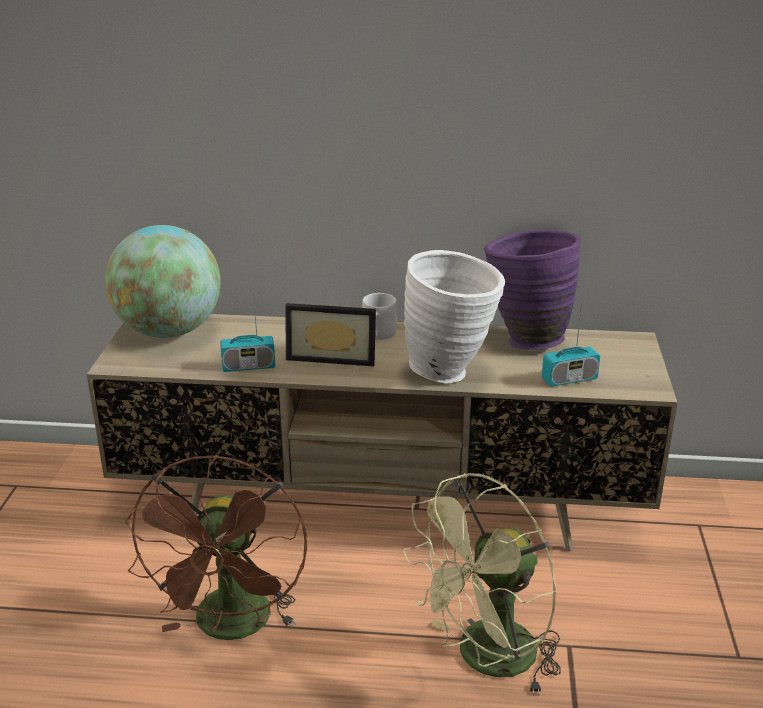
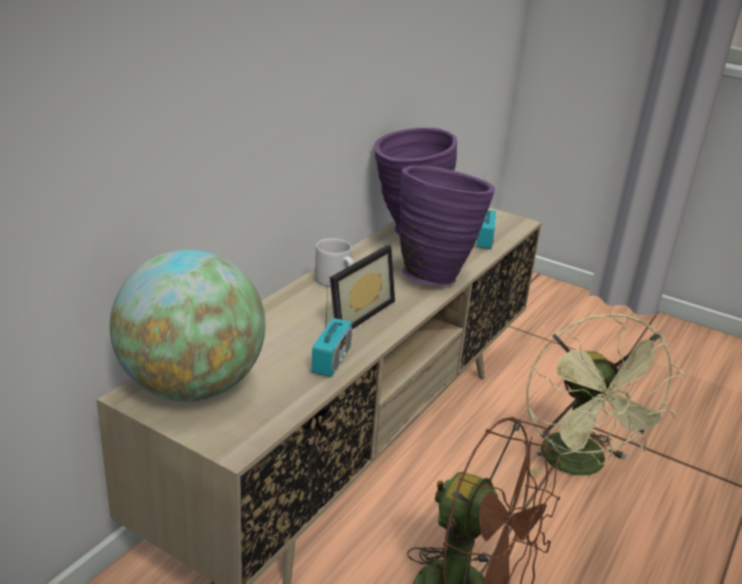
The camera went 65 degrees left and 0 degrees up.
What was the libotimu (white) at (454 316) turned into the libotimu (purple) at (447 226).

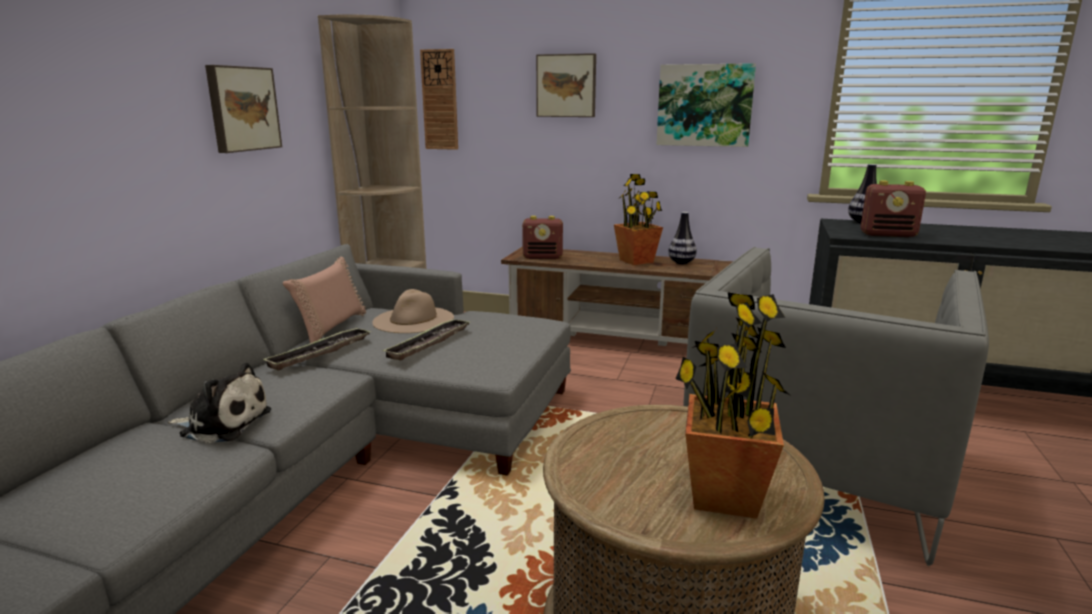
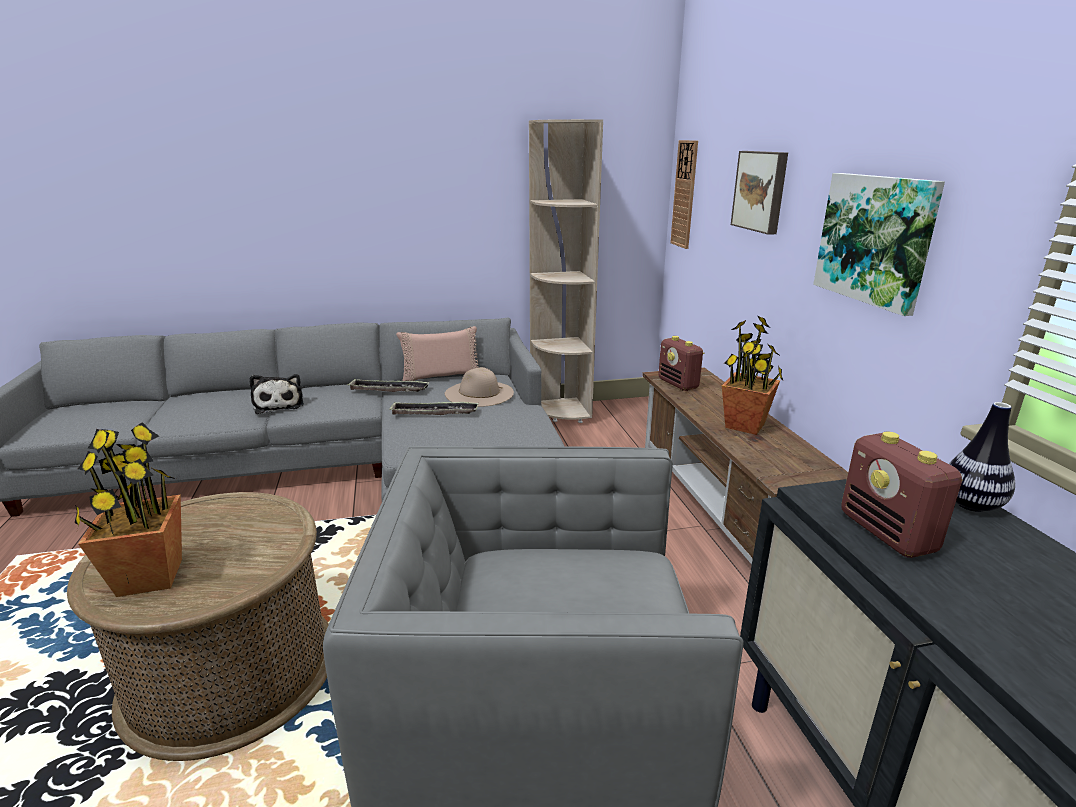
The camera went 60 degrees right and 5 degrees up.
The second view lost the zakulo at (243 109).
The second view lost the libotimu at (682 238).

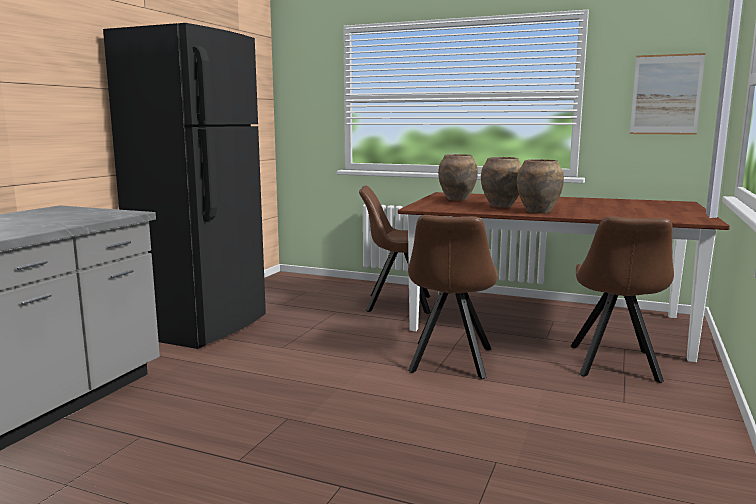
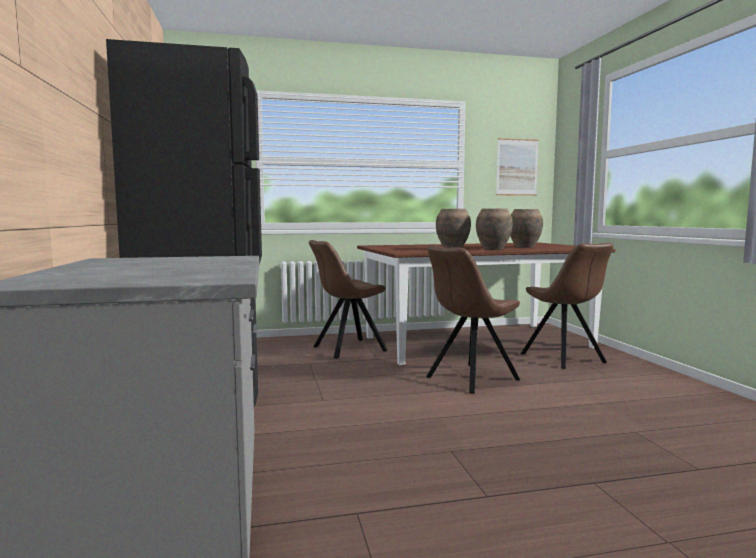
The camera went 35 degrees left and 5 degrees down.
The libotimu (brown) ended up elsewhere, having gone from (458 177) to (526 228).
The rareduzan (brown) at (453 297) ended up facing another way, 75 degrees clockwise from before.

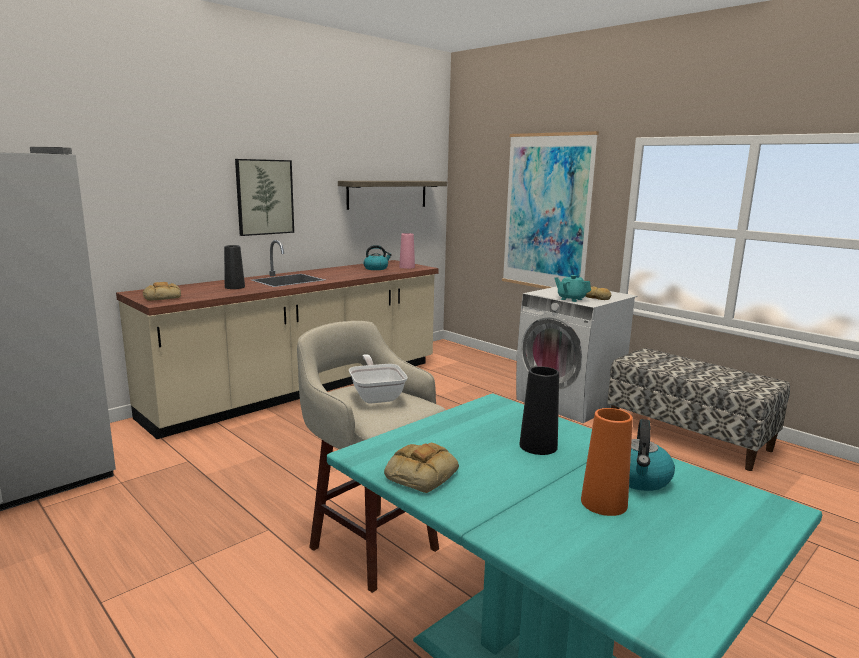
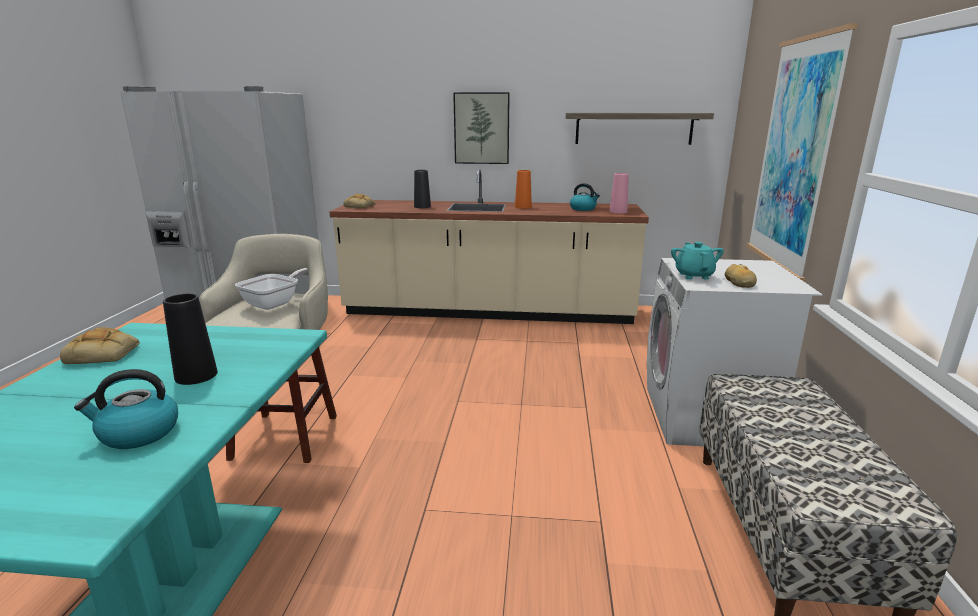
The camera went 50 degrees right and 5 degrees up.
The libotimu (orange) ended up elsewhere, having gone from (607 462) to (523 189).

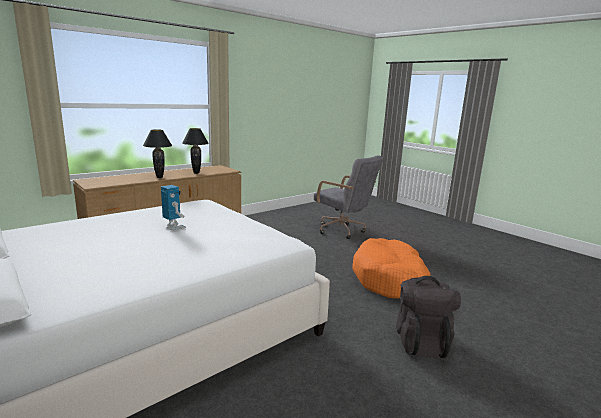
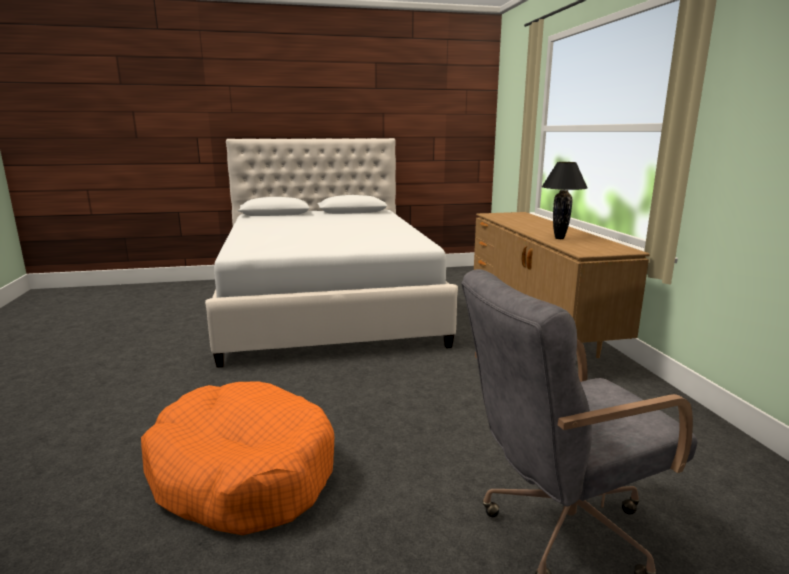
The camera went 120 degrees right and 0 degrees up.
The second view lost the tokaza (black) at (157 153).
The second view lost the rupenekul at (173 207).
The second view lost the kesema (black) at (428 317).

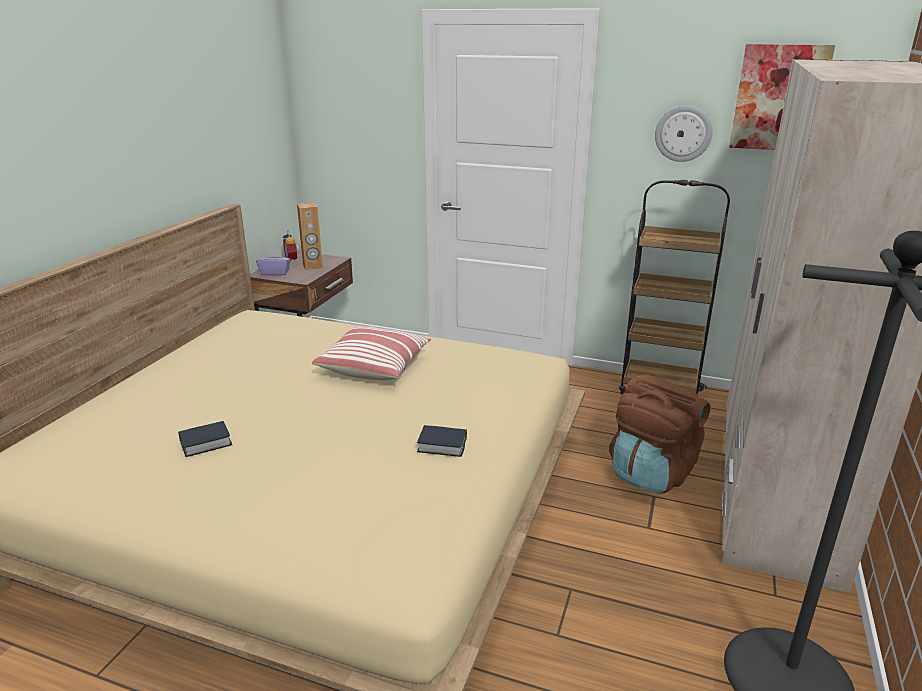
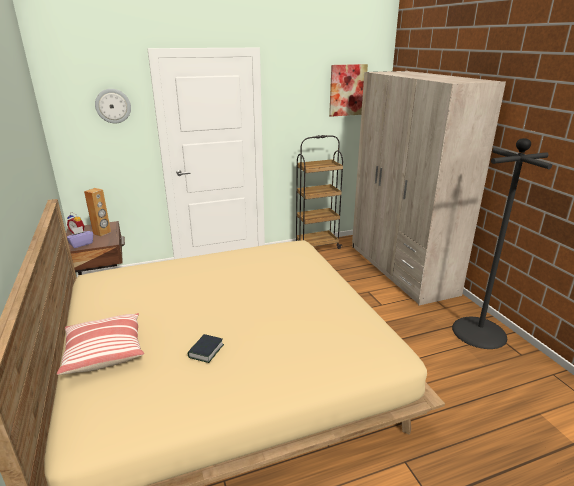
The camera went 40 degrees left and 0 degrees up.
The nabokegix ended up elsewhere, having gone from (684 133) to (113 106).
The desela ended up elsewhere, having gone from (371 353) to (100 344).
The second view lost the kesema (brown) at (659 434).
The second view lost the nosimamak at (442 441).

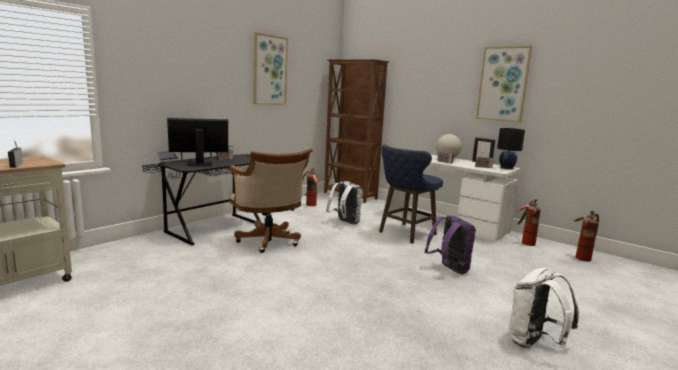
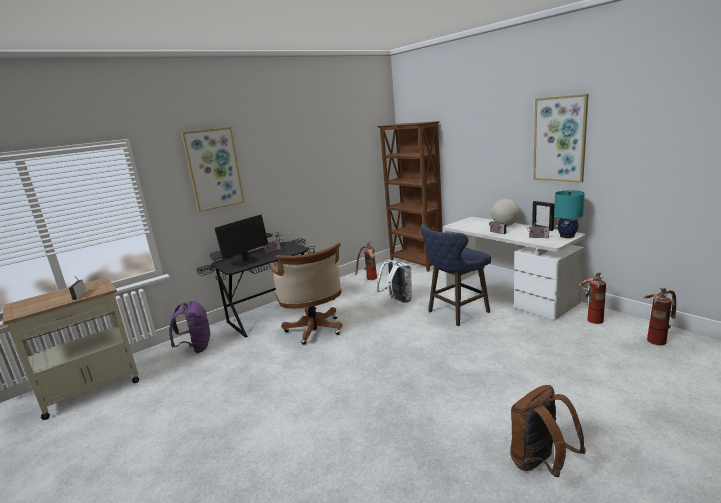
The camera went 15 degrees right and 5 degrees up.
The zakulo ended up elsewhere, having gone from (270 68) to (212 169).
The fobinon at (197 142) ended up facing another way, 135 degrees clockwise from before.
What was the tokaza (black) at (511 148) turned into the tokaza (turquoise) at (569 214).
The kesema (purple) ended up elsewhere, having gone from (450 244) to (189 327).
What was the kesema (white) at (544 308) turned into the kesema (brown) at (548 431).

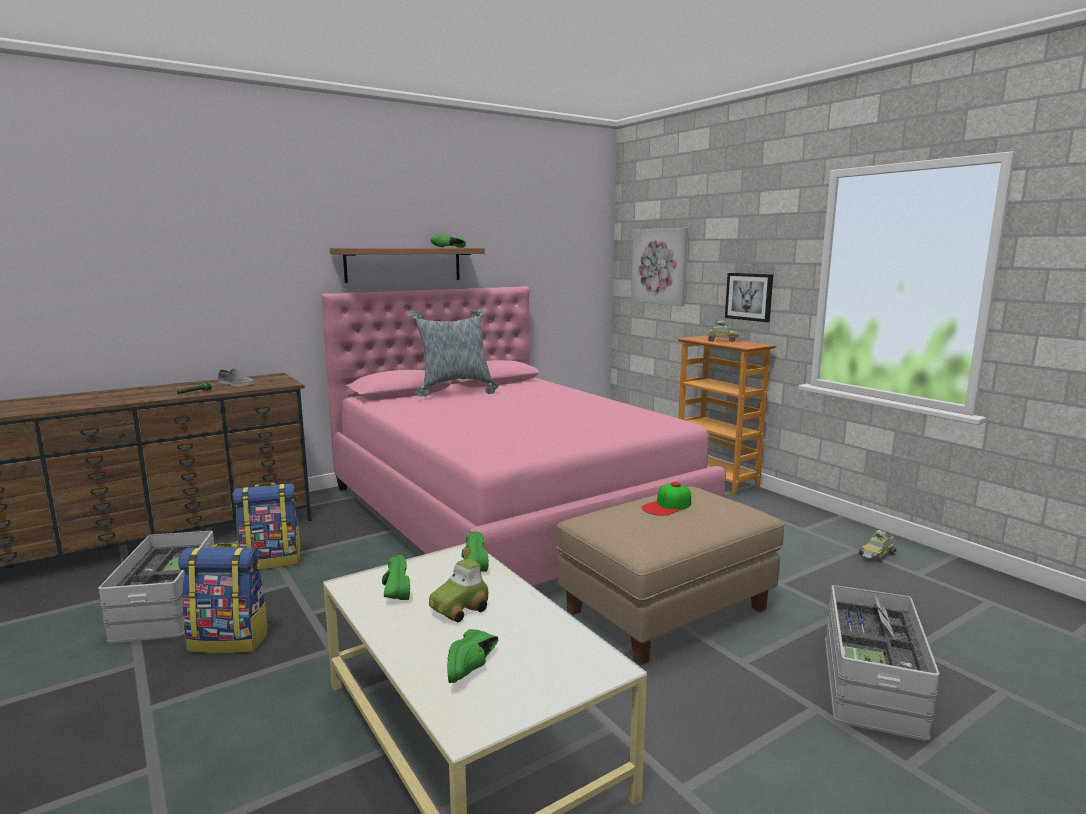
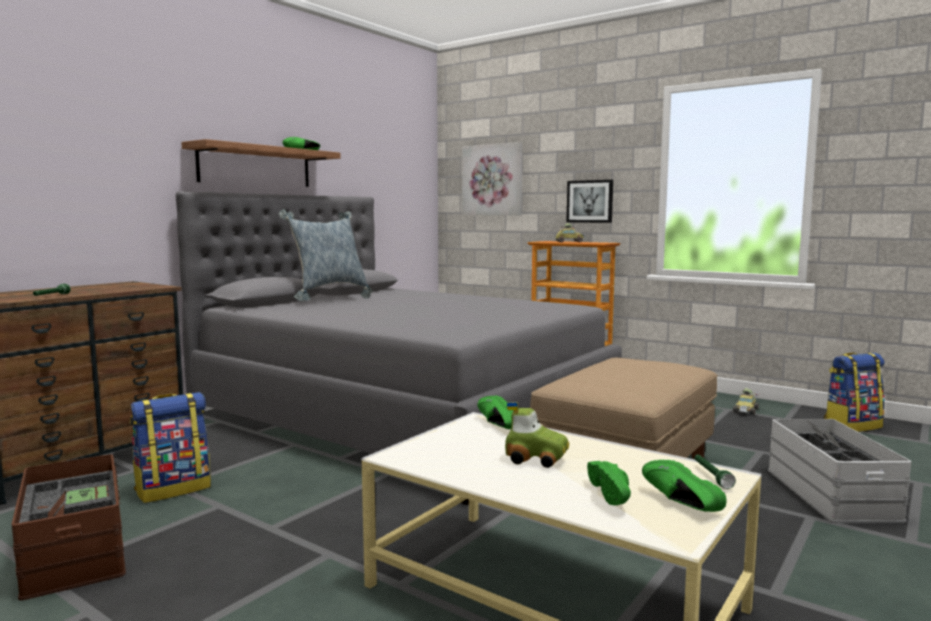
The camera went 20 degrees left and 5 degrees down.
What was the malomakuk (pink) at (524 436) turned into the malomakuk (grey) at (399 348).
The second view lost the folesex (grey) at (236 377).
The second view lost the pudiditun at (666 499).
What was the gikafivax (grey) at (156 587) turned into the gikafivax (brown) at (69 527).
The kesema ended up elsewhere, having gone from (223 598) to (854 392).
The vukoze at (458 584) ended up facing another way, 90 degrees counterclockwise from before.
The folesex (green) ended up elsewhere, having gone from (396 577) to (684 486).
The second view gained the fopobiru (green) at (715 472).

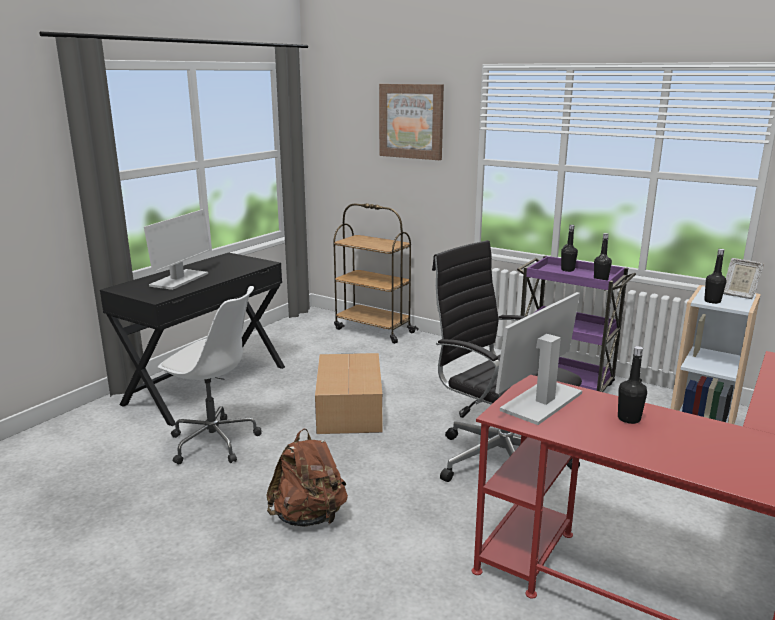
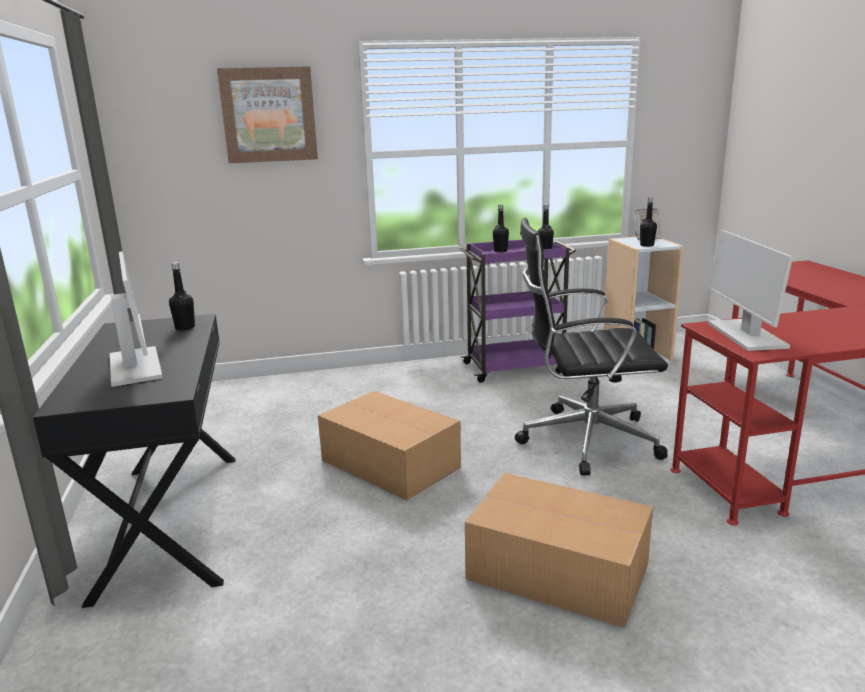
The camera went 45 degrees left and 0 degrees up.
The second view lost the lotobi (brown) at (376 273).
The second view lost the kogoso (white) at (210 375).
The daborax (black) ended up elsewhere, having gone from (632 385) to (182 296).
Where the kesema (brown) stood at (307 478), the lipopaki came to stand at (559 550).

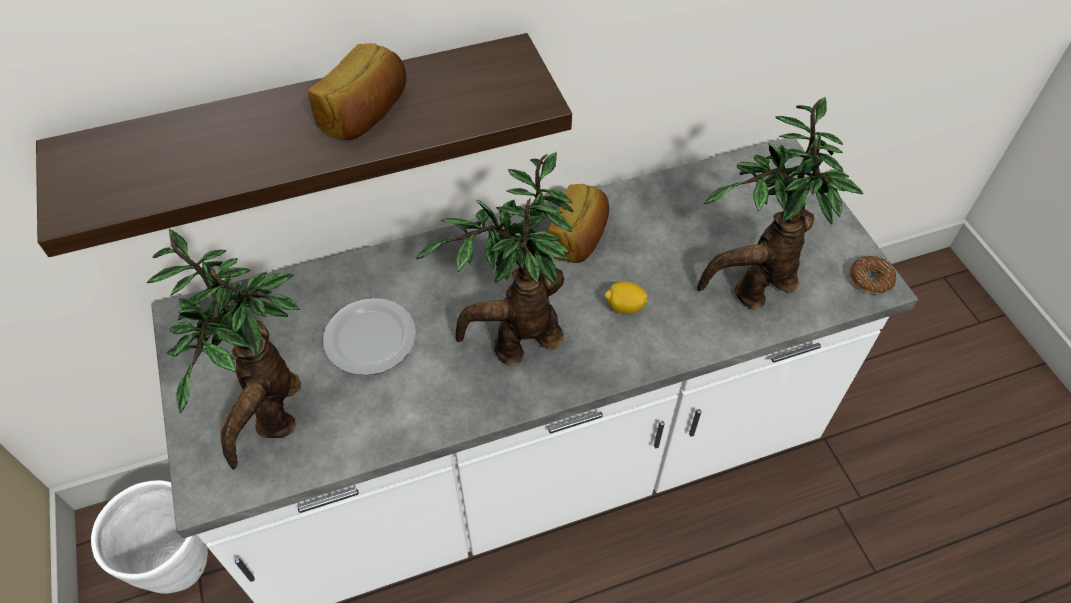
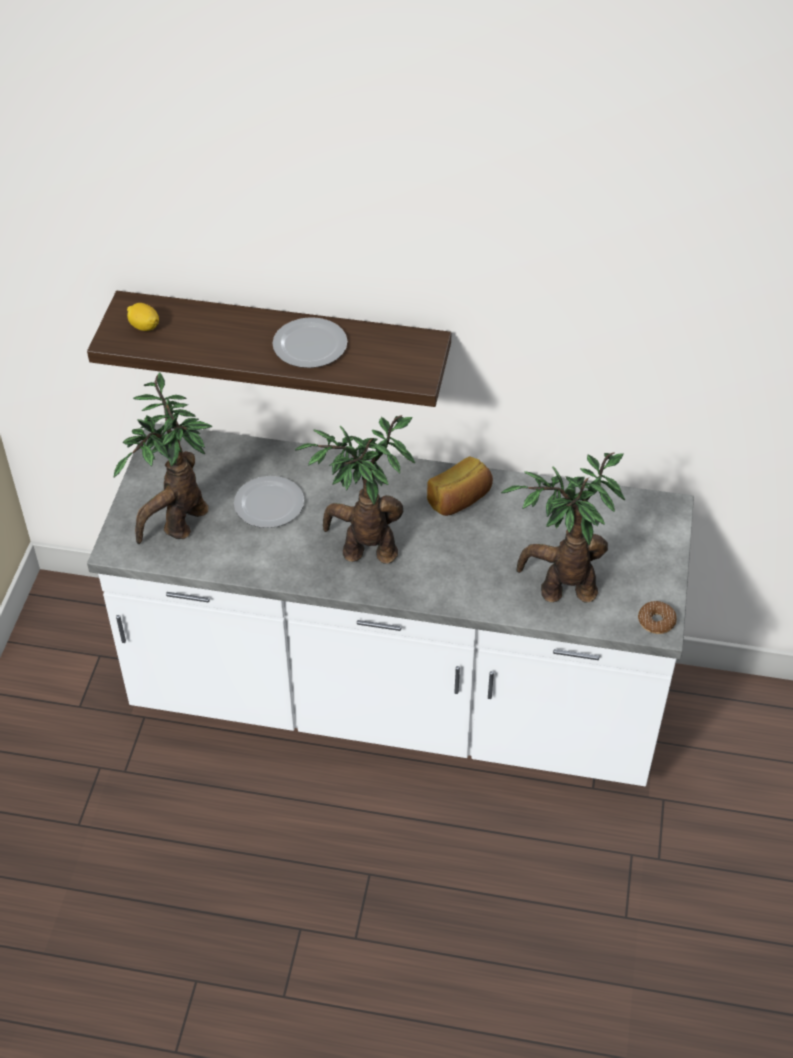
The camera went 30 degrees right and 5 degrees down.
Where the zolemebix stood at (357 91), the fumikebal came to stand at (310 342).
The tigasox ended up elsewhere, having gone from (626 298) to (143 317).
The second view lost the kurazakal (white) at (149 537).

